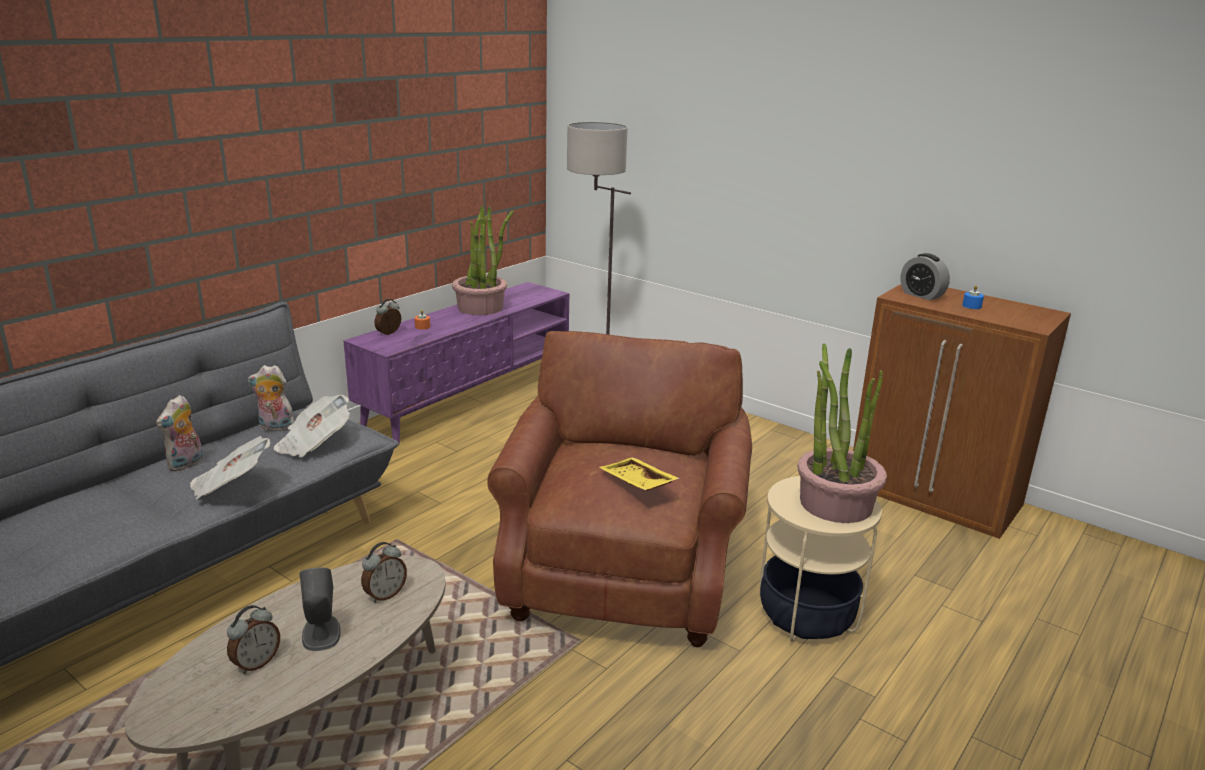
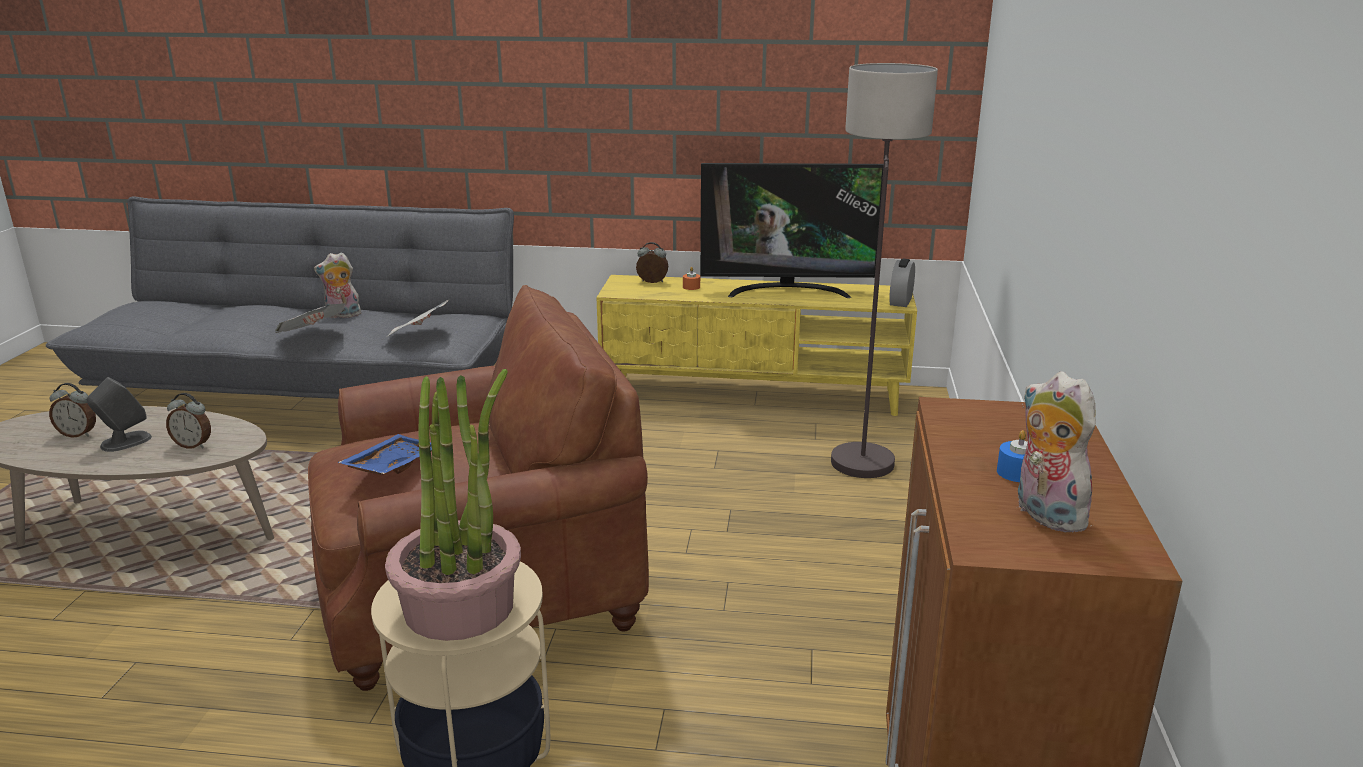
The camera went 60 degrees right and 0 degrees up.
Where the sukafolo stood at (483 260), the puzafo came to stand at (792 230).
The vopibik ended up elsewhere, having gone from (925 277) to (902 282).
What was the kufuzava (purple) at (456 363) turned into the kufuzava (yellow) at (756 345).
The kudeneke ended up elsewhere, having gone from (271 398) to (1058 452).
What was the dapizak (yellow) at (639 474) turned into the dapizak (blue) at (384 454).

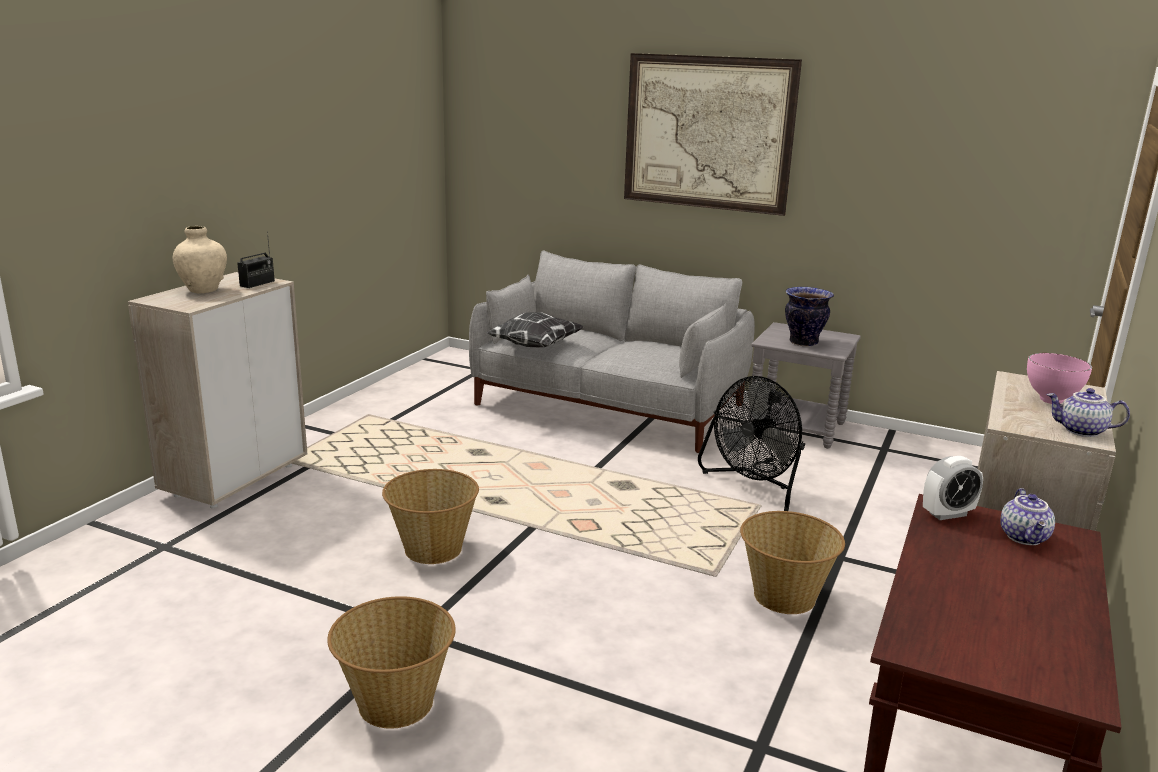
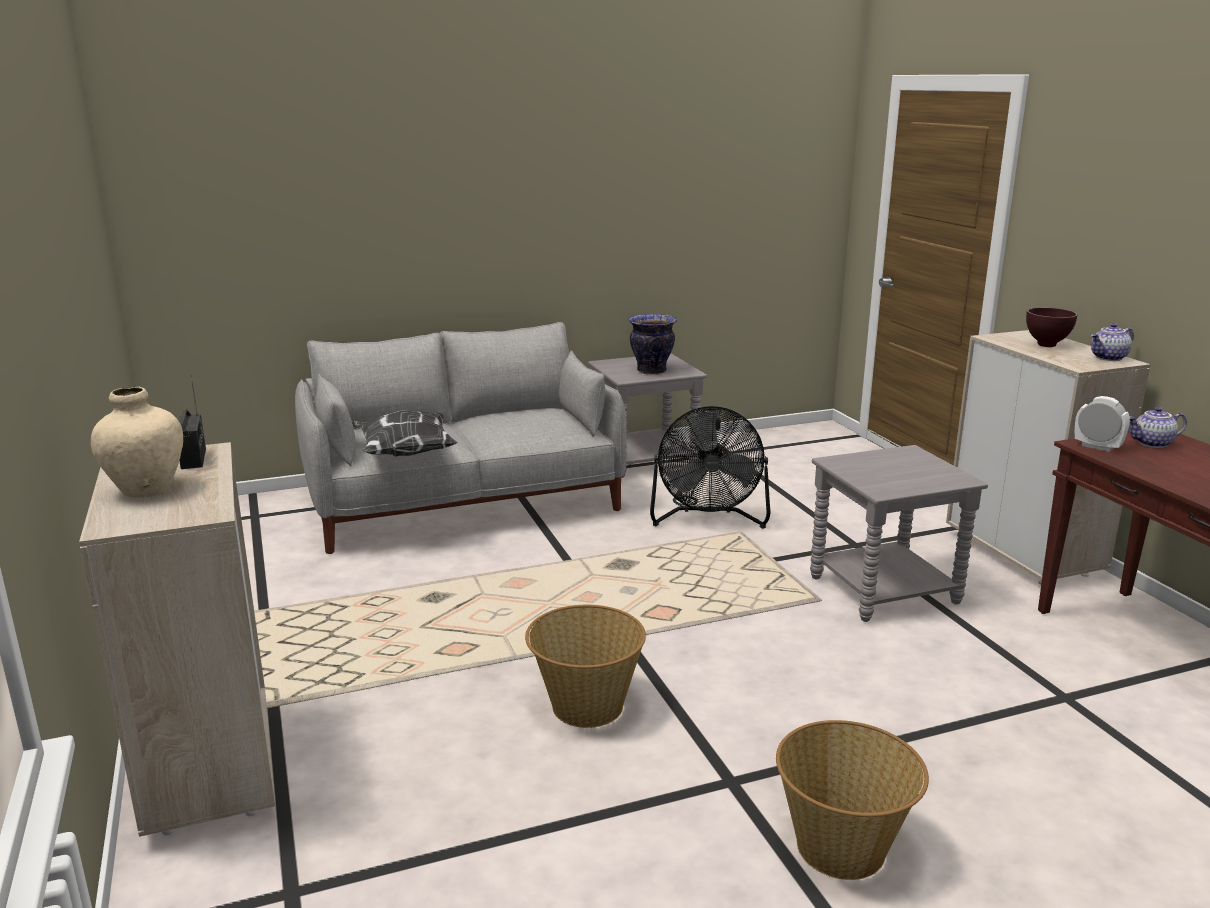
The camera went 45 degrees left and 0 degrees up.
The second view lost the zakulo at (713 134).
What was the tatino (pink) at (1059 378) turned into the tatino (brown) at (1051 327).
The vopibik at (953 488) ended up facing another way, 75 degrees counterclockwise from before.
The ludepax at (1027 516) ended up facing another way, 120 degrees clockwise from before.
Where the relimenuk stood at (792 562), the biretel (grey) came to stand at (899 533).

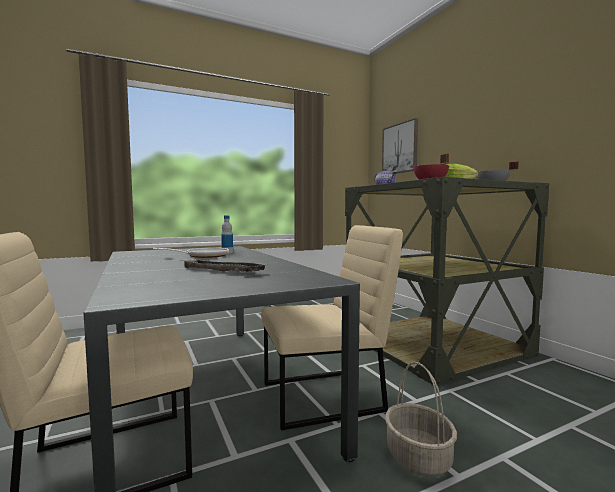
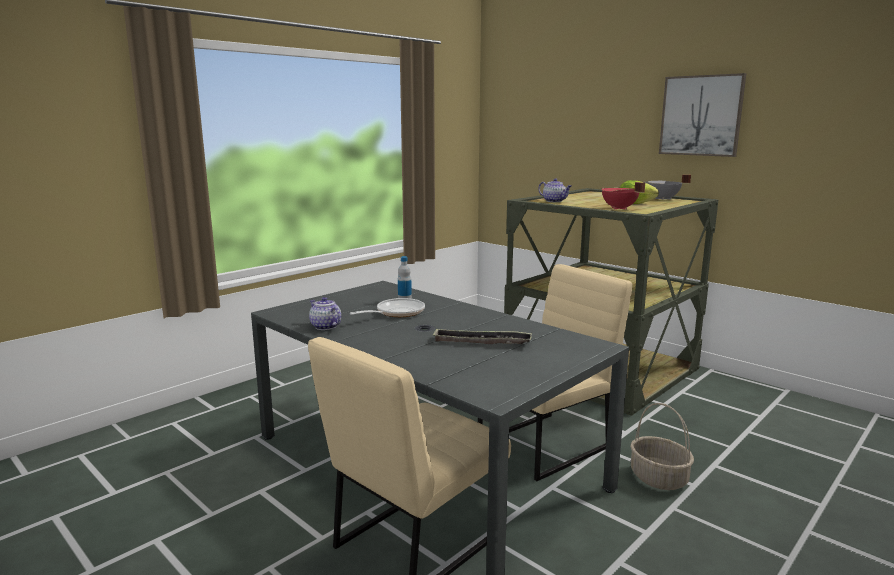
The camera went 20 degrees left and 10 degrees up.
The zakulo ended up elsewhere, having gone from (400 146) to (702 115).
The second view gained the ludepax at (325 313).

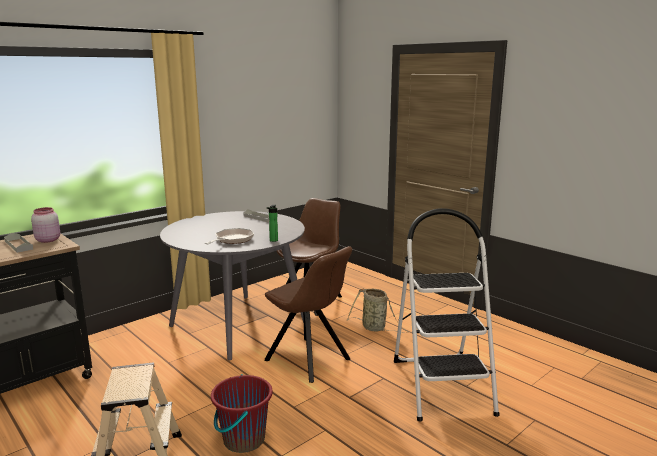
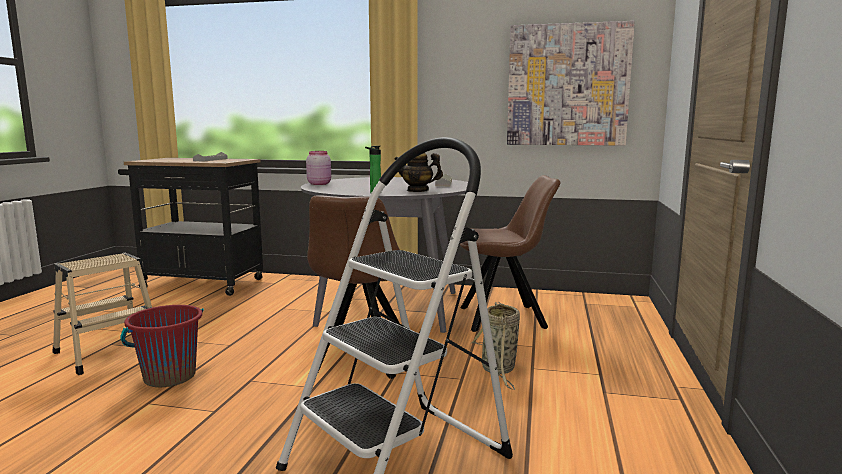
The camera went 55 degrees right and 5 degrees down.
The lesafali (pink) ended up elsewhere, having gone from (45 225) to (318 168).
The second view lost the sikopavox at (229 236).
The second view gained the zakulo at (571 83).
The second view gained the ludepax at (419 172).

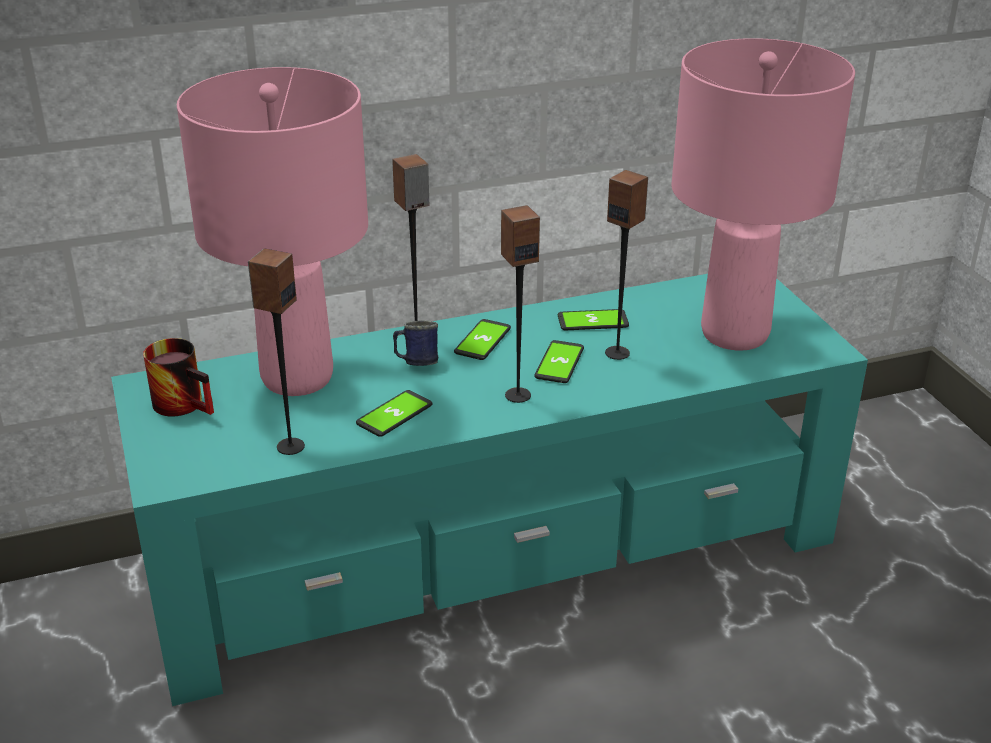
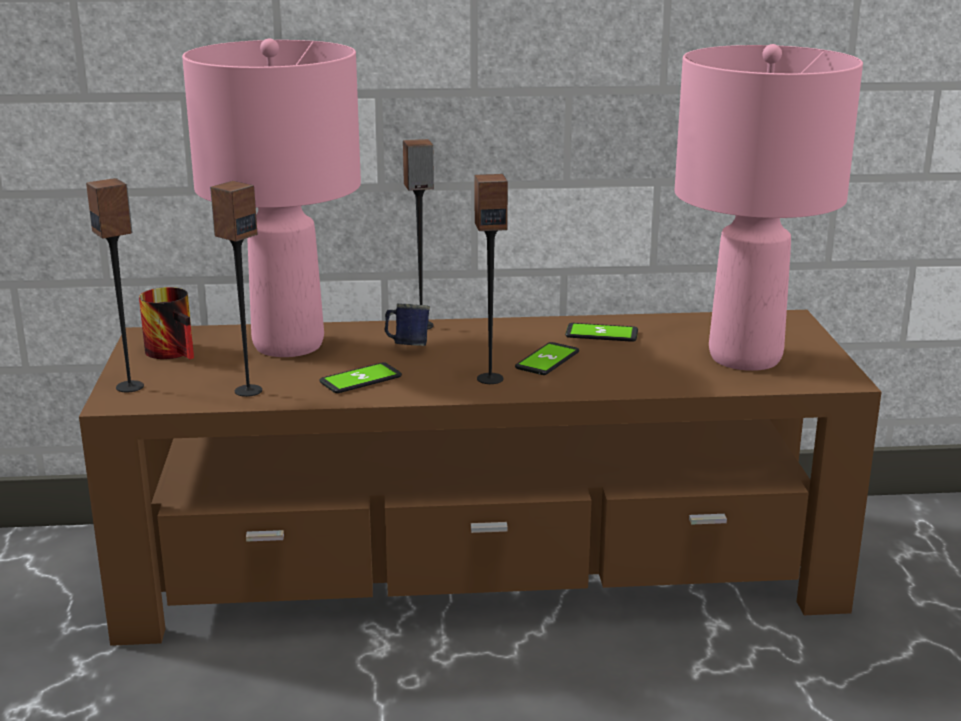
The camera went 15 degrees right and 10 degrees down.
The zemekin ended up elsewhere, having gone from (626 265) to (115 285).
What was the kufuzava (turquoise) at (489 490) turned into the kufuzava (brown) at (480 478).
The second view lost the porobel at (482 339).

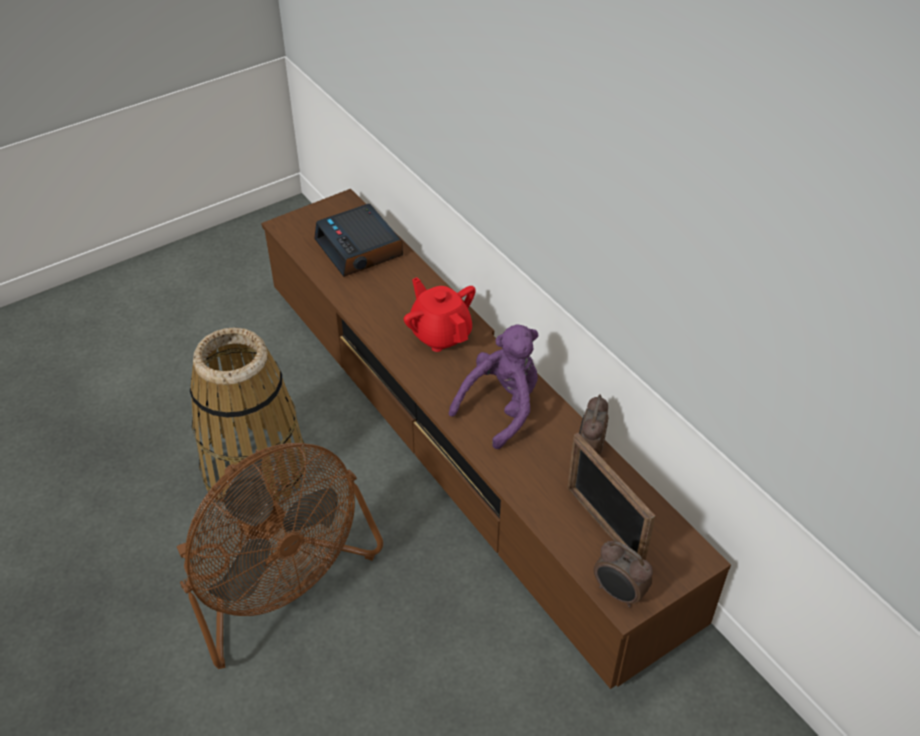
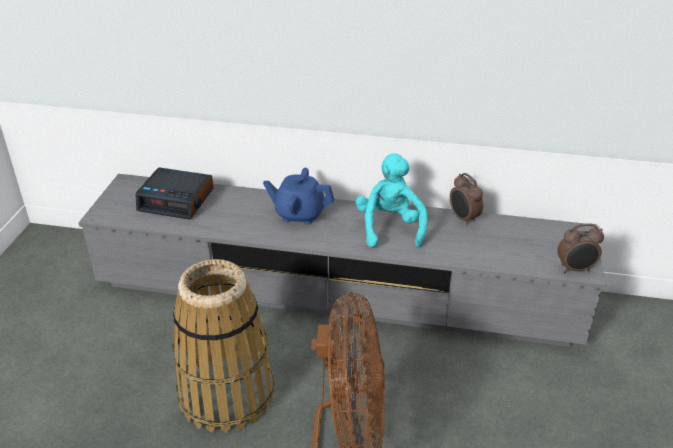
The camera went 45 degrees left and 10 degrees down.
What was the kufuzava (brown) at (496 439) turned into the kufuzava (grey) at (341 260).
What was the ludepax (red) at (440 314) turned into the ludepax (blue) at (298 196).
What was the kudeneke (purple) at (494 387) turned into the kudeneke (turquoise) at (392 200).
The second view lost the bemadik at (611 496).

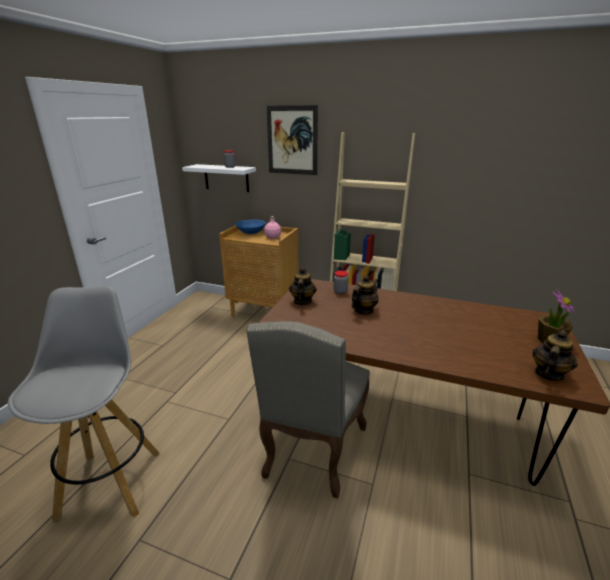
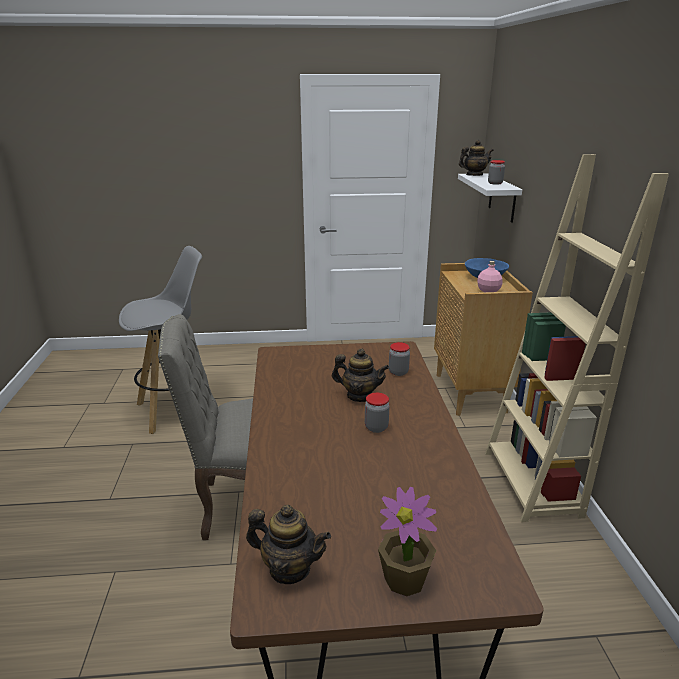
The camera went 65 degrees right and 0 degrees up.
The second view lost the zakulo at (292 140).
The ludepax ended up elsewhere, having gone from (303 286) to (476 158).
The second view gained the lesafali at (377 413).

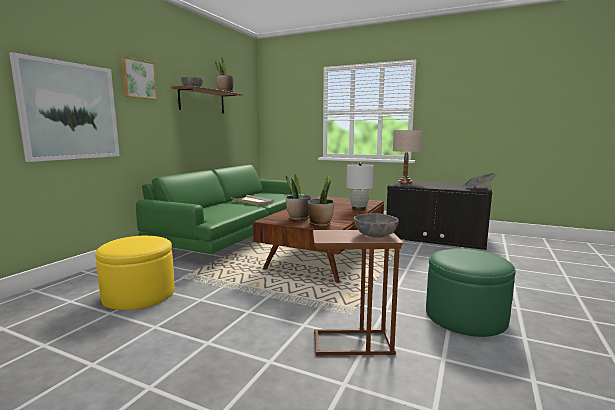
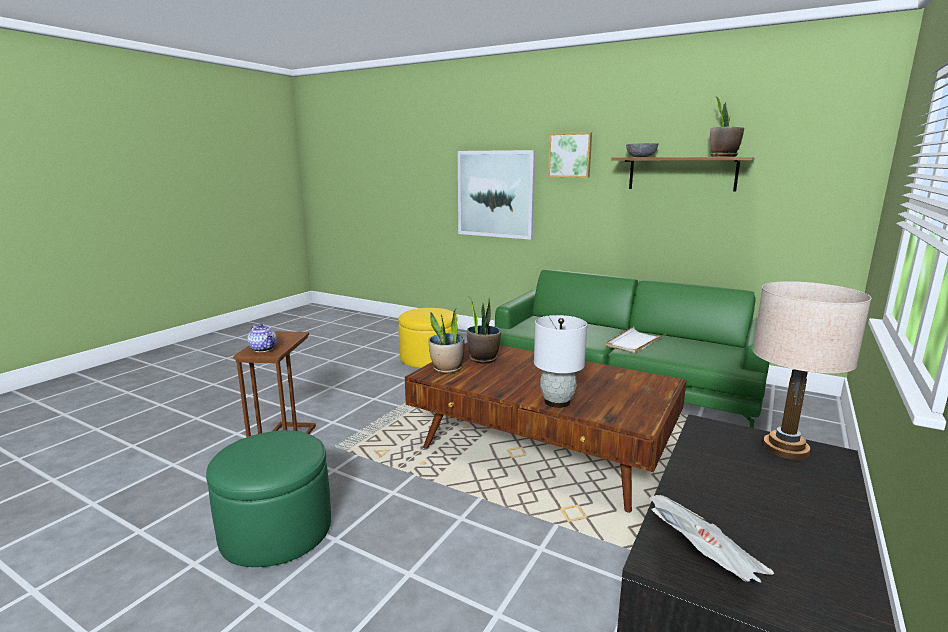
The camera went 95 degrees right and 5 degrees up.
Where the tatino (grey) stood at (376 225), the ludepax came to stand at (262 338).

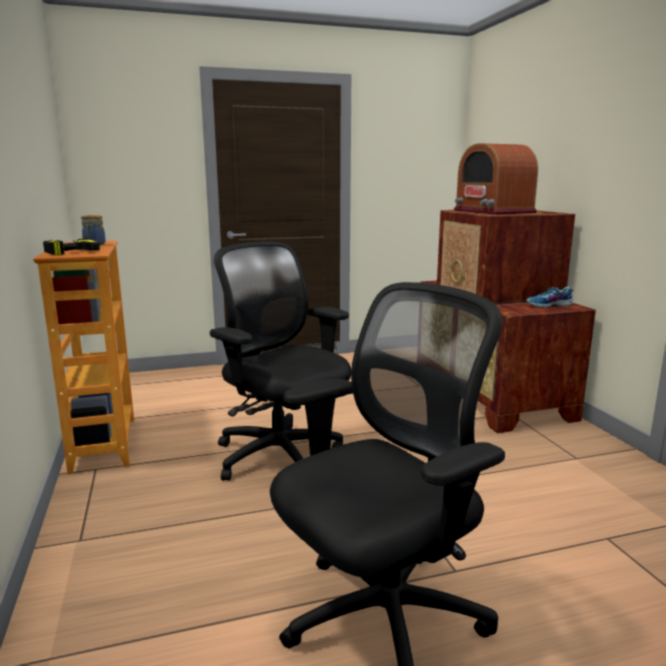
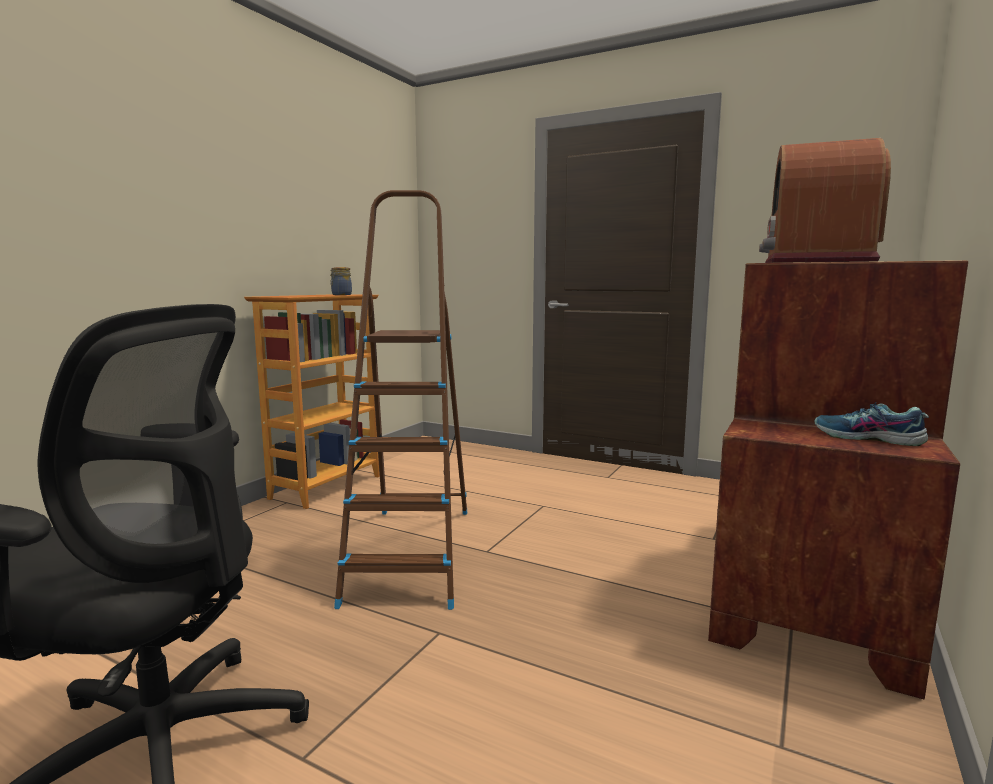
The camera went 45 degrees right and 5 degrees down.
The second view lost the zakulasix at (71 246).
Where the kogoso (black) stood at (280 361), the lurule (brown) came to stand at (400 400).

